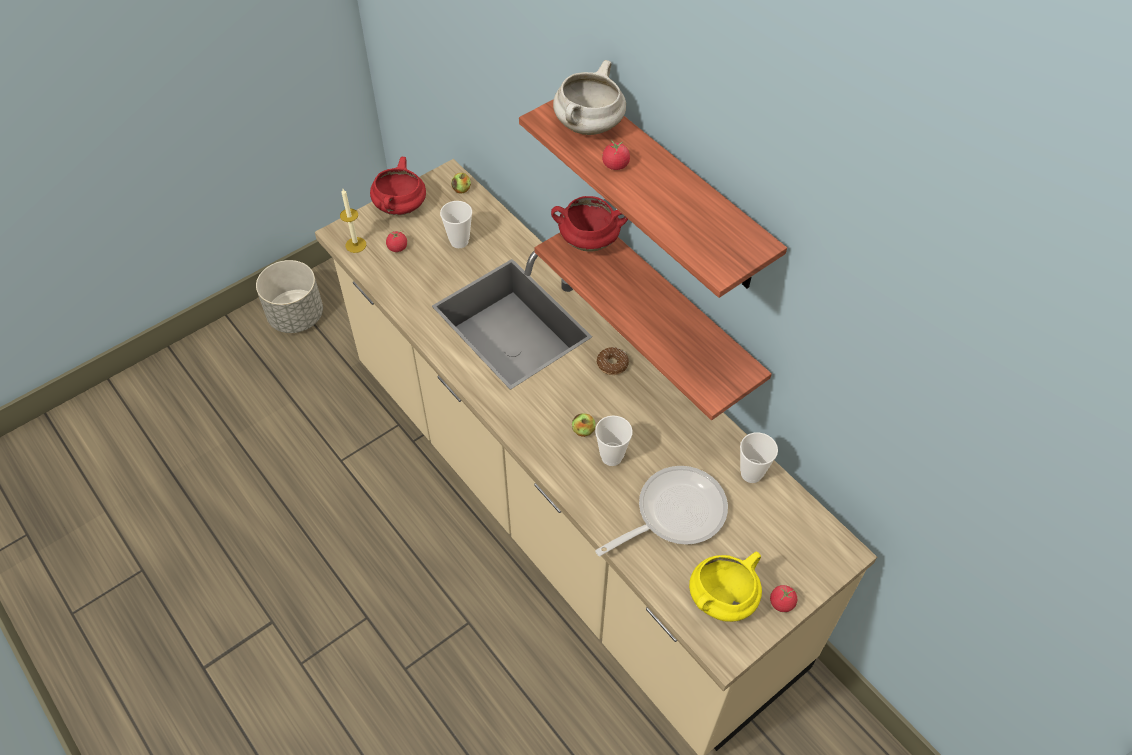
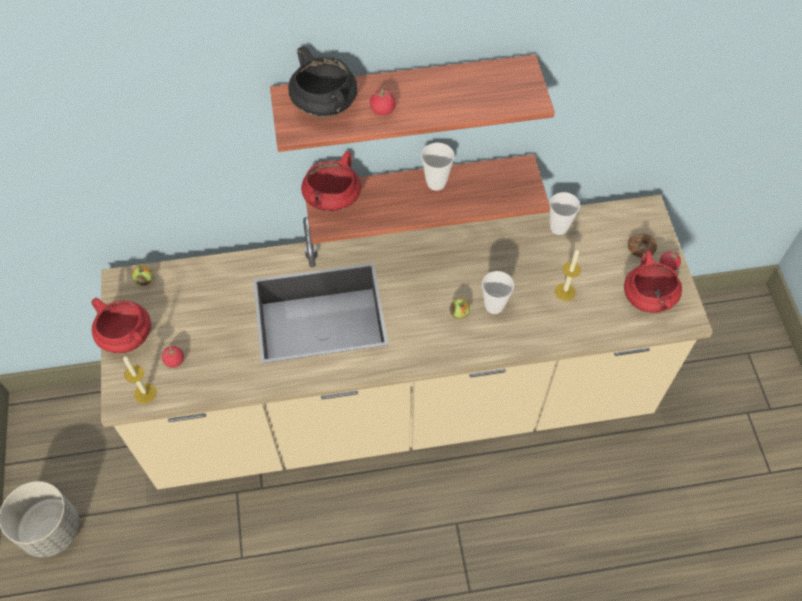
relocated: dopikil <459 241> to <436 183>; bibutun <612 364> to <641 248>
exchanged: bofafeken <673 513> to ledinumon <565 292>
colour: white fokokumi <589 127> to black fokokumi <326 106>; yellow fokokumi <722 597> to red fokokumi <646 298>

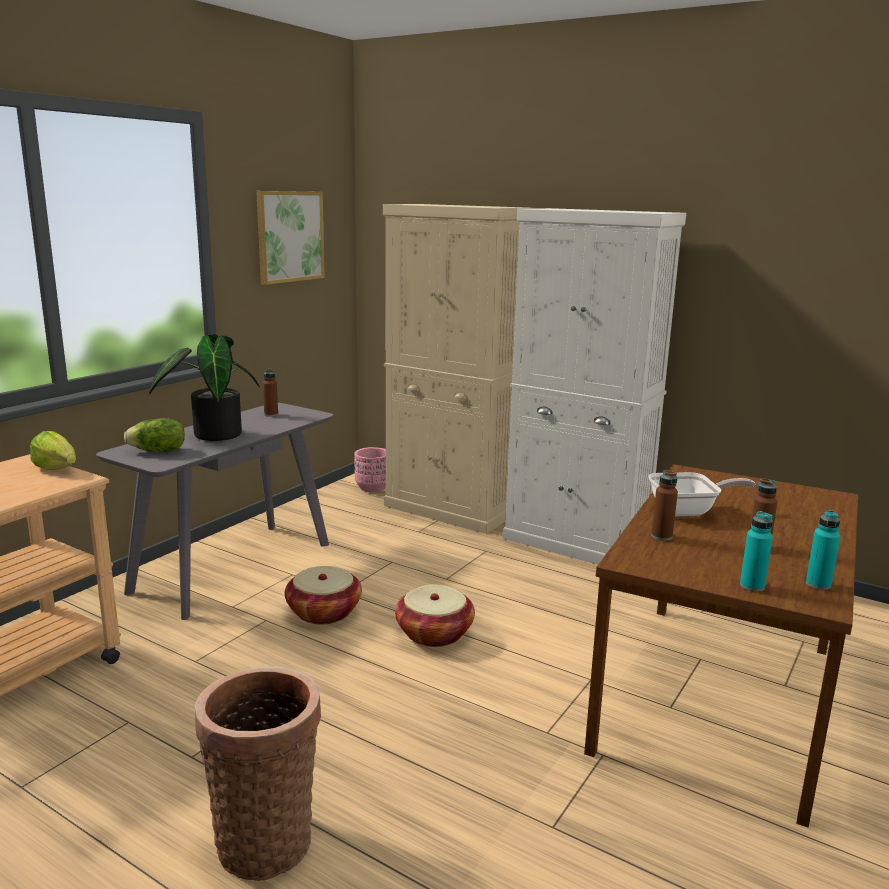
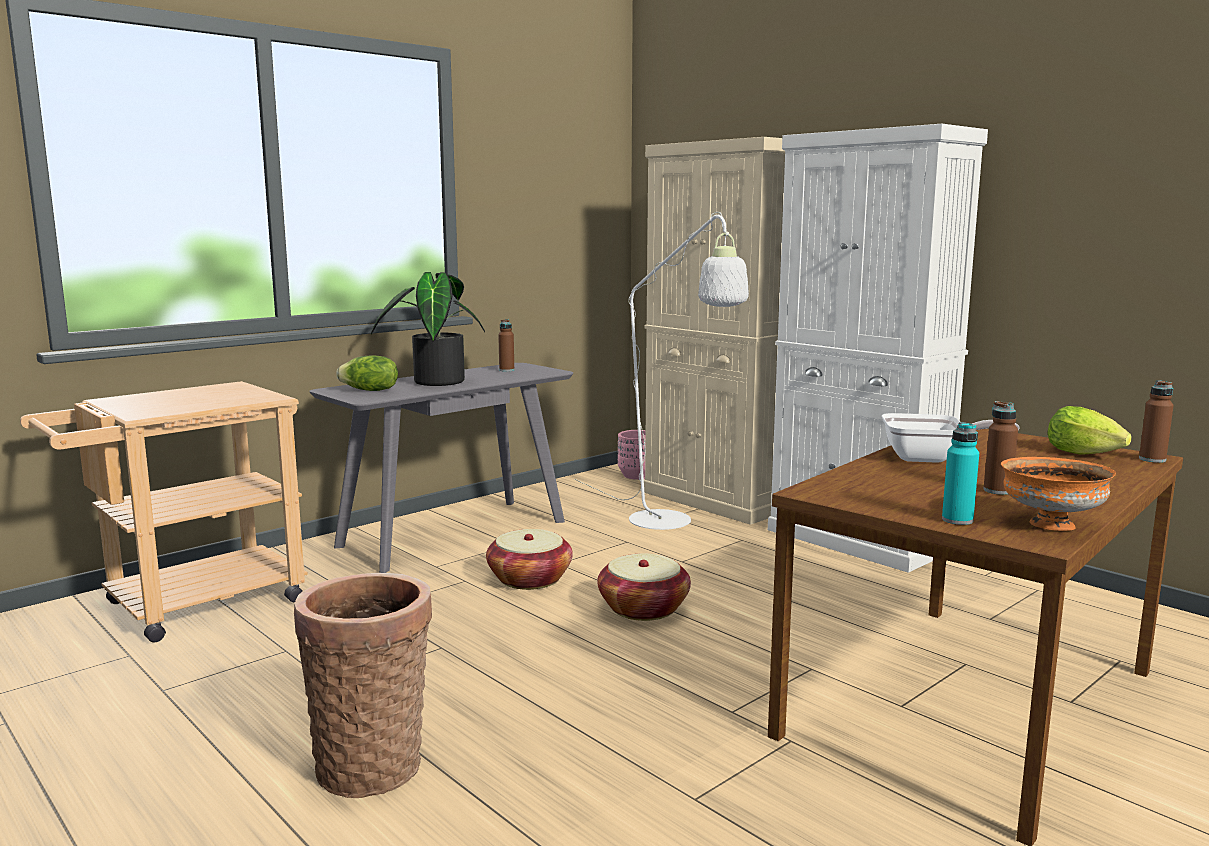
missing: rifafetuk <290 236>
appeared: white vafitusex <670 524>
relocated: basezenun <56 468> to <1082 453>; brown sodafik <661 536> to <1152 459>
exchanged: turquoise sodafik <818 584> to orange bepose <1050 525>

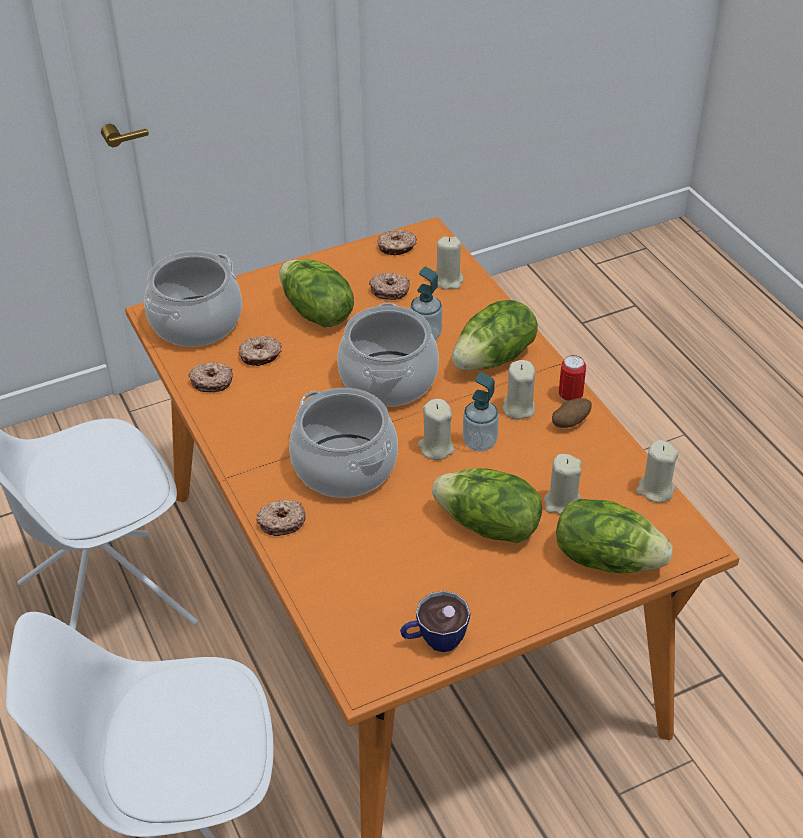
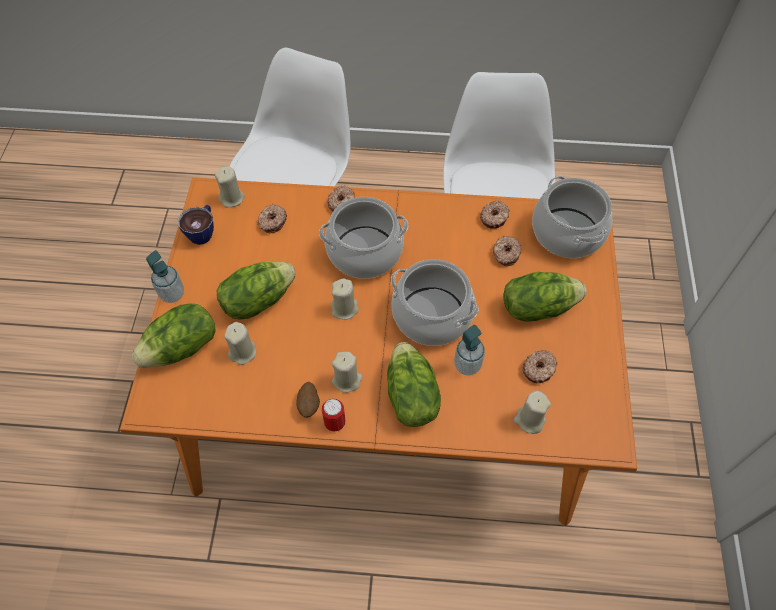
relocated: bibutun <397 247> to <272 222>; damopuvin <479 443> to <172 294>; beige ledinumon <655 490> to <232 198>

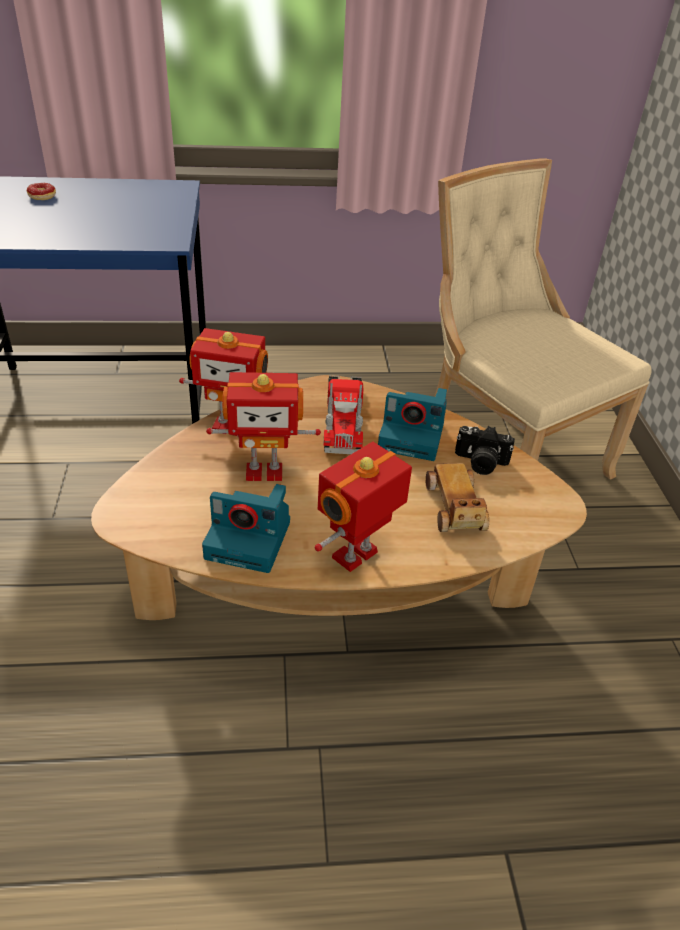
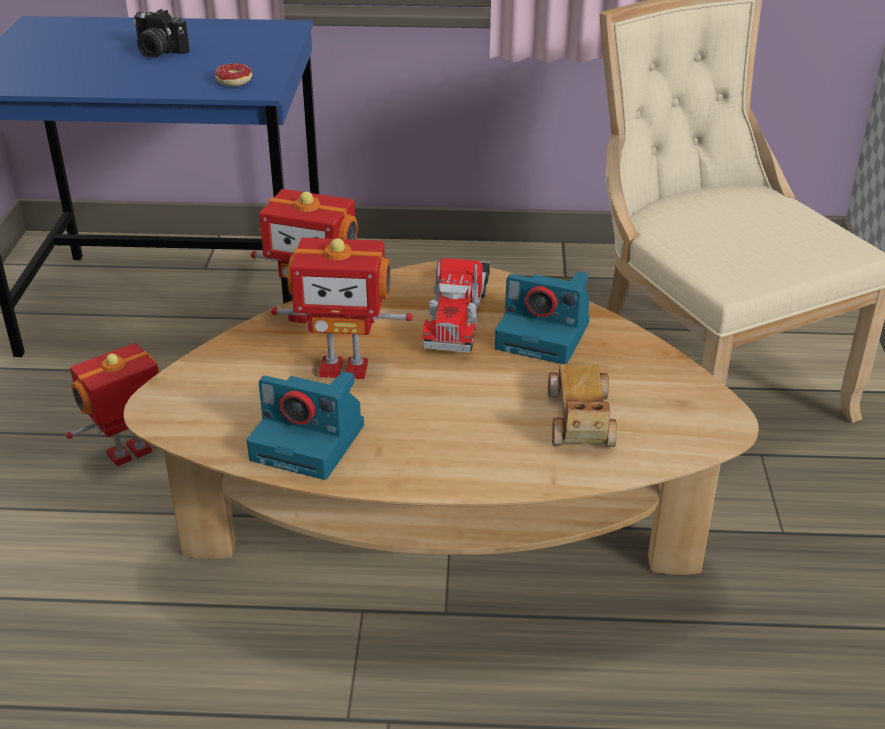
relocated: bibutun <38 198> to <229 83>; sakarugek <357 556> to <130 454>; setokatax <480 463> to <158 52>

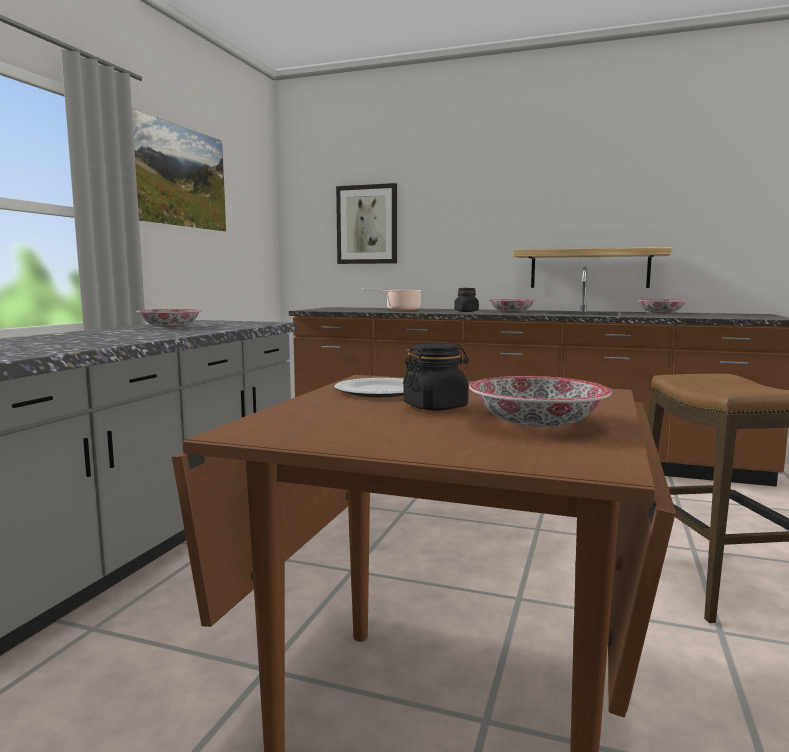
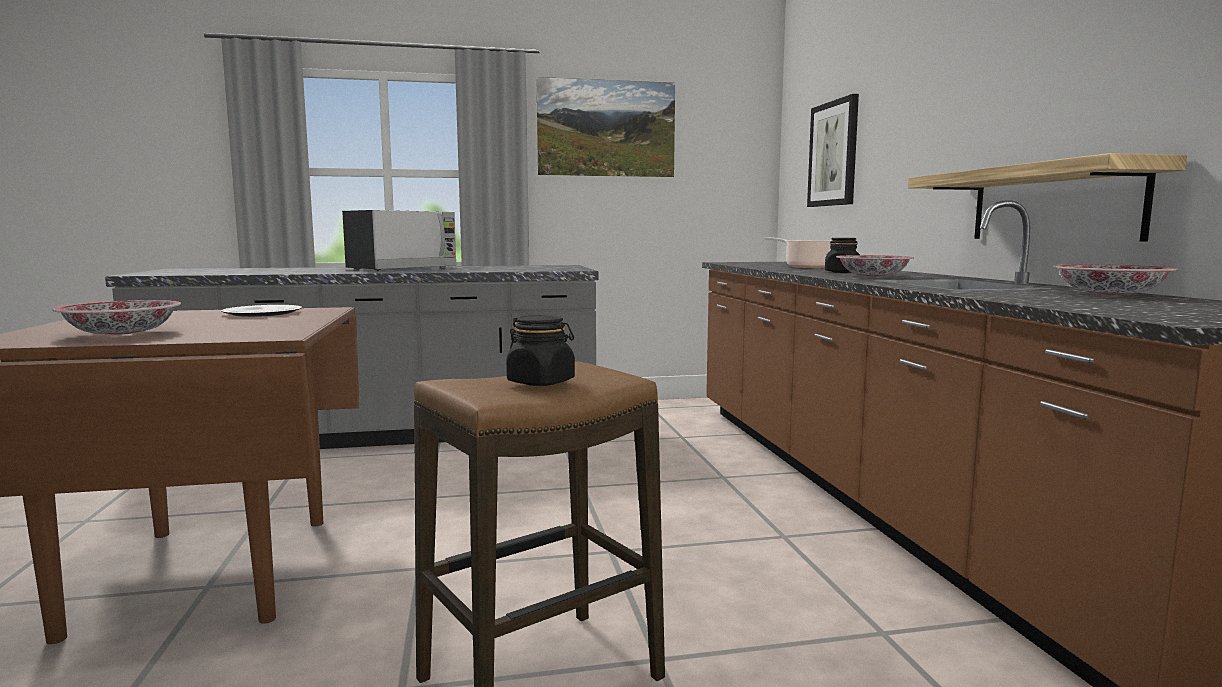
missing: bepose <170 327>
appeared: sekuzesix <403 268>
relocated: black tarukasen <435 407> to <541 382>

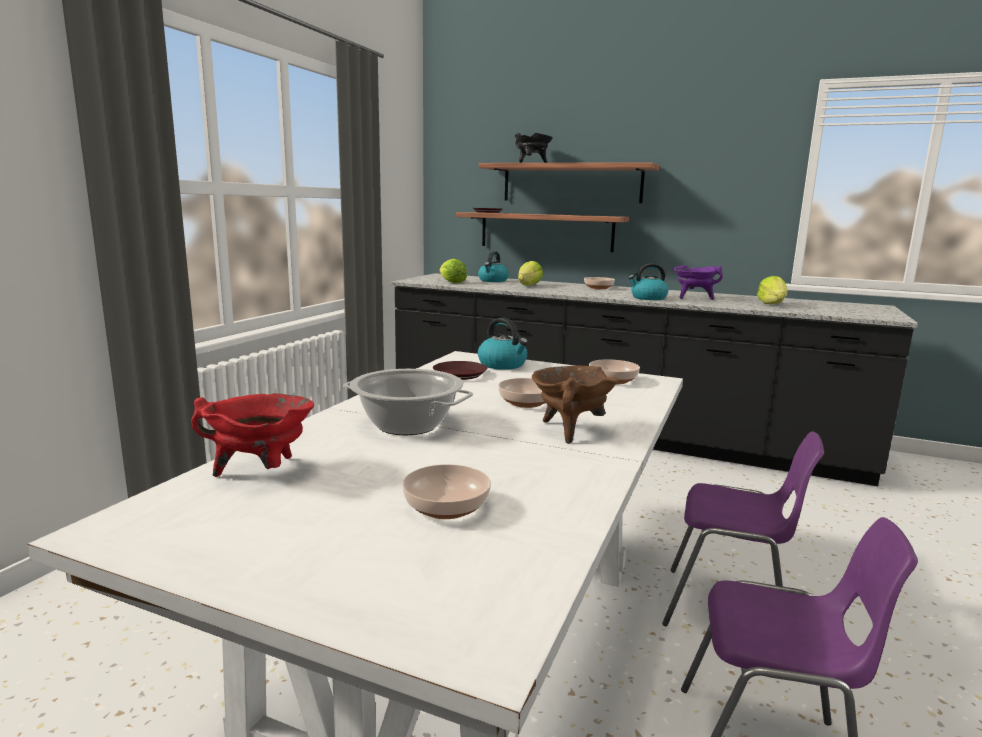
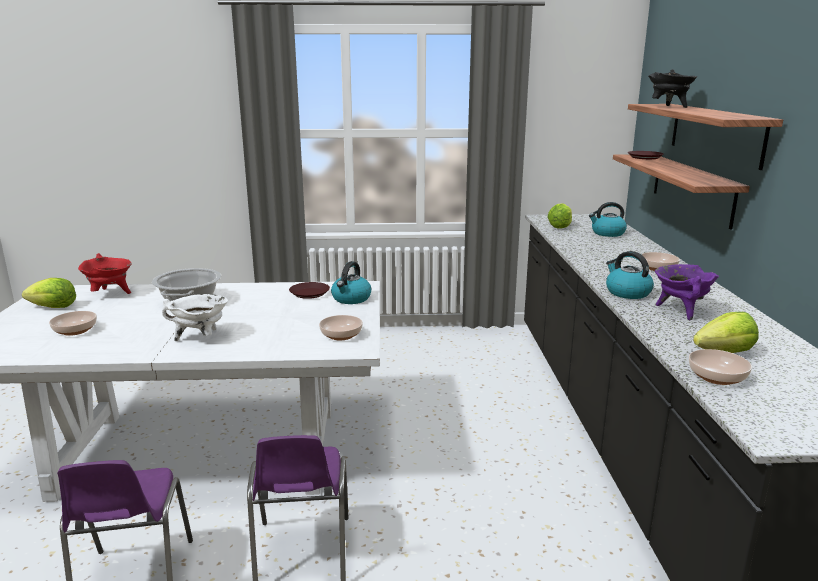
relocated: bepose <525 403> to <716 377>; basezenun <528 285> to <53 307>
colour: brown fokokumi <570 430> to white fokokumi <201 338>

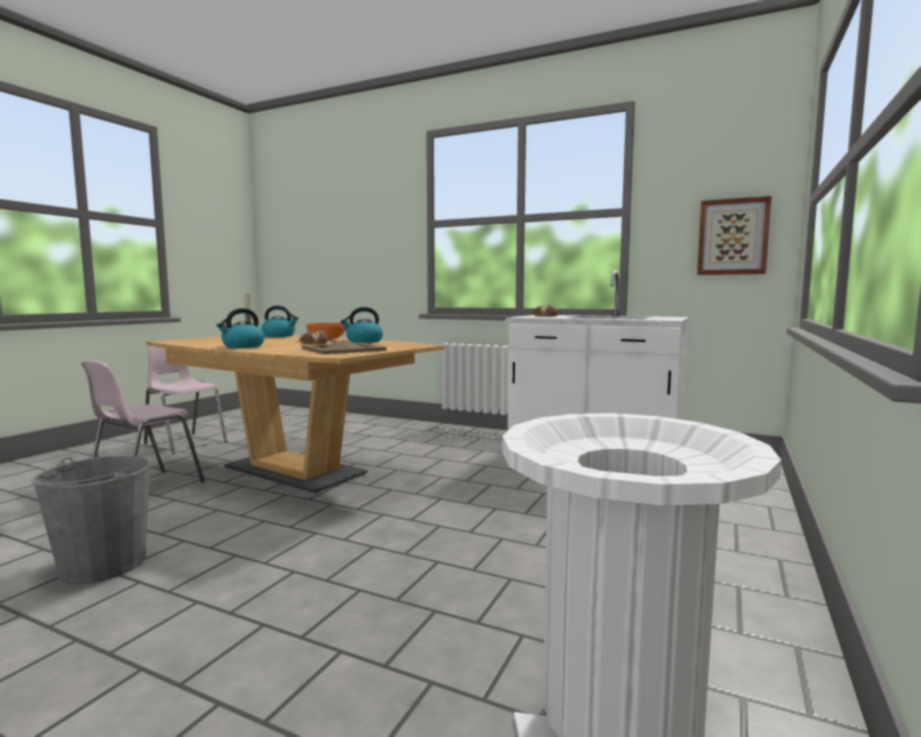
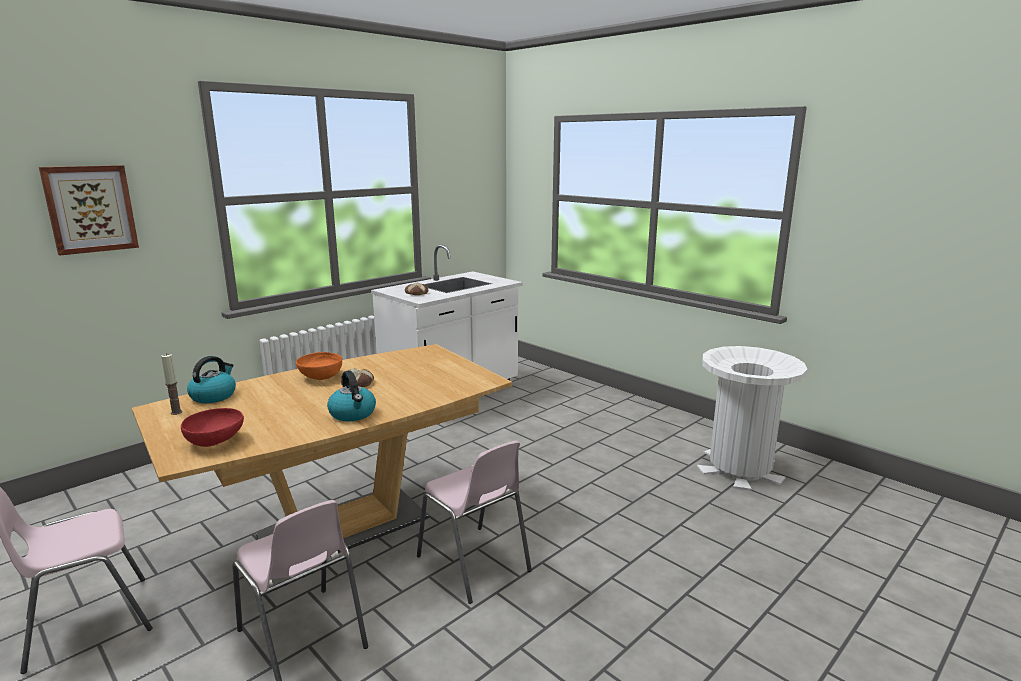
missing: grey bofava <102 564>; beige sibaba <343 349>; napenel <363 341>
appeared: red bepose <216 441>; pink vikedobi <474 564>
relocated: rifafetuk <732 237> to <90 209>

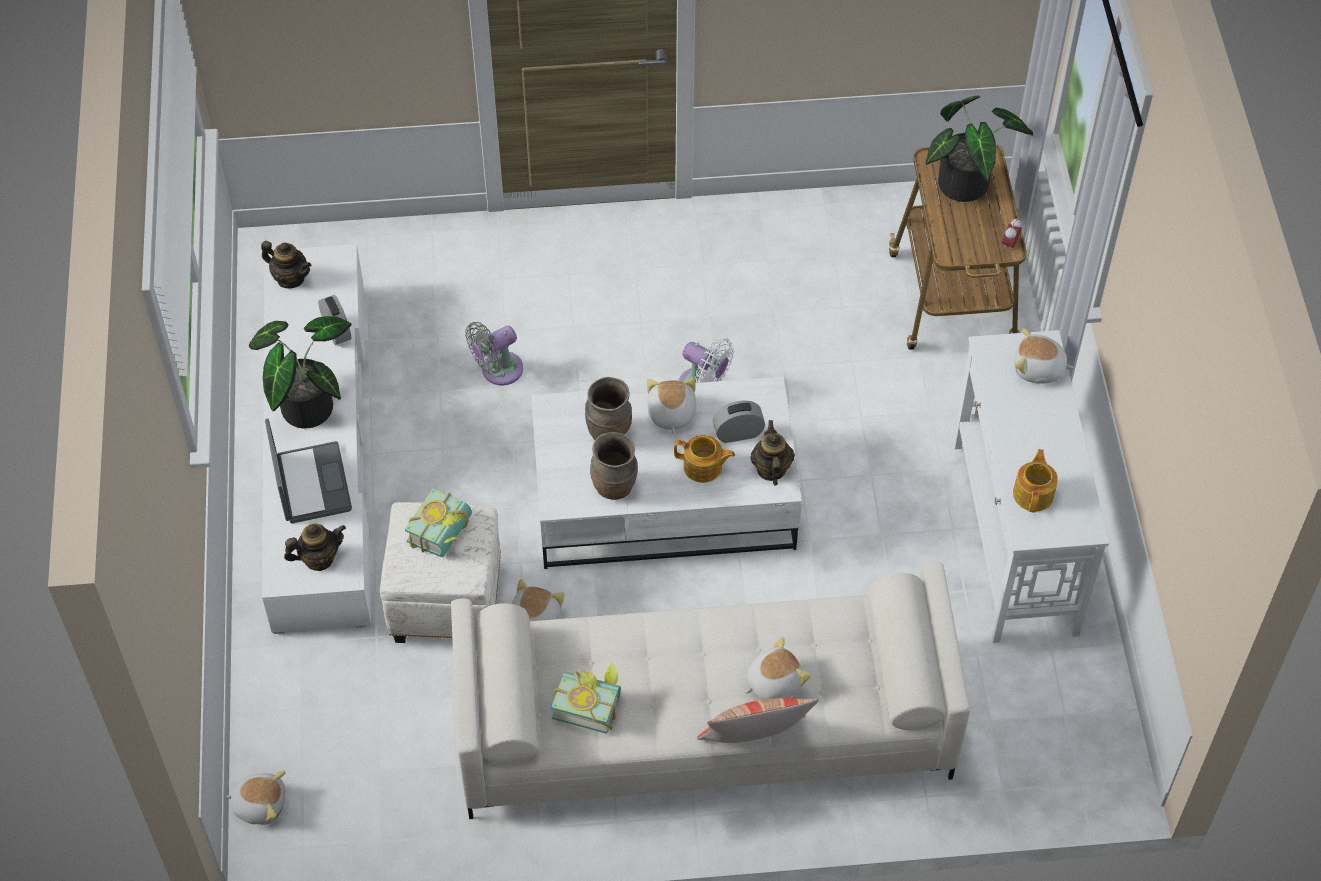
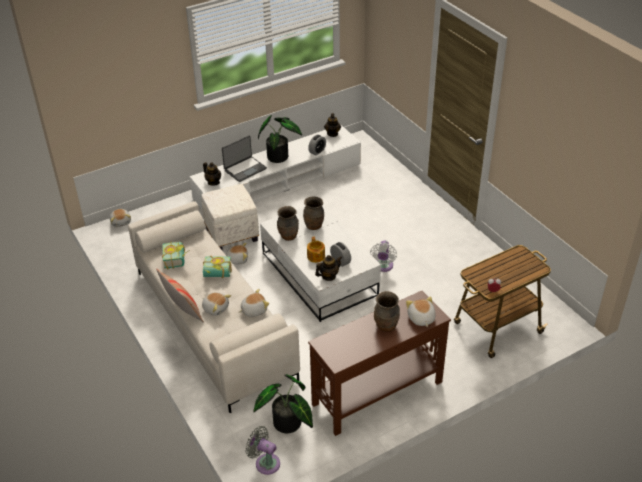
missing: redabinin <1034 494>
appeared: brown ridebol <386 326>
relocated: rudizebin <445 534> to <217 275>; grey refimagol <498 371> to <265 462>; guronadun <670 414> to <253 310>; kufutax <969 185> to <288 425>
colour: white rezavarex <1013 536> to brown rezavarex <376 393>

